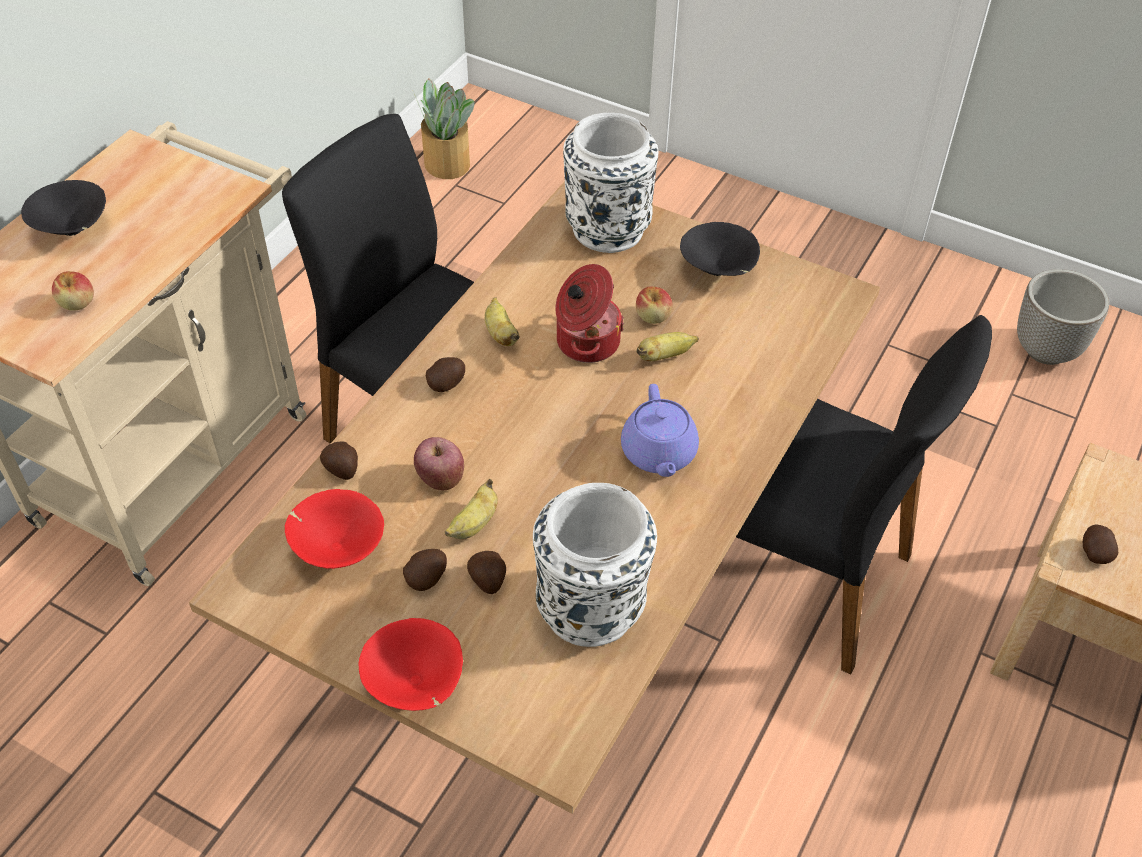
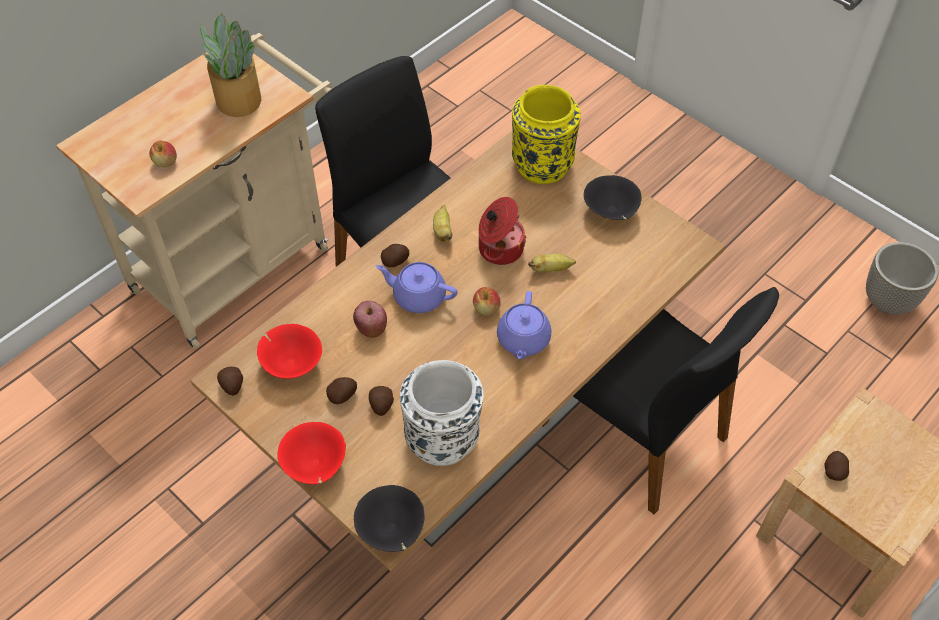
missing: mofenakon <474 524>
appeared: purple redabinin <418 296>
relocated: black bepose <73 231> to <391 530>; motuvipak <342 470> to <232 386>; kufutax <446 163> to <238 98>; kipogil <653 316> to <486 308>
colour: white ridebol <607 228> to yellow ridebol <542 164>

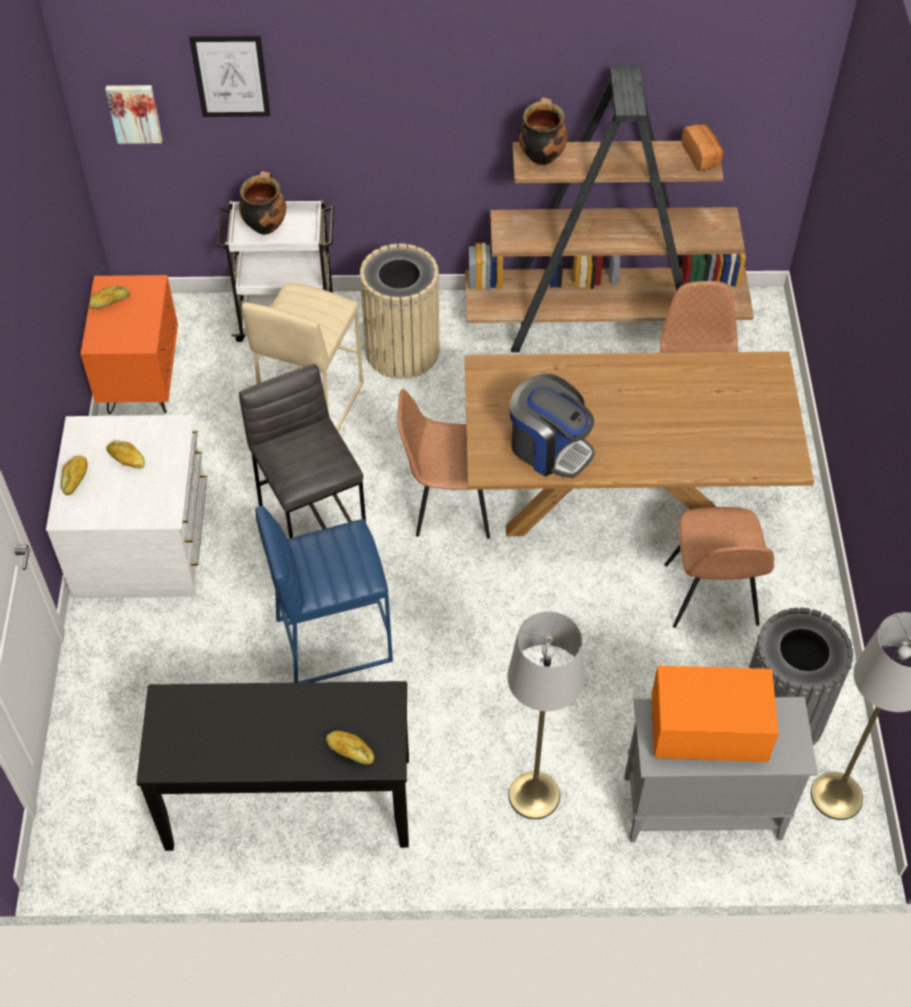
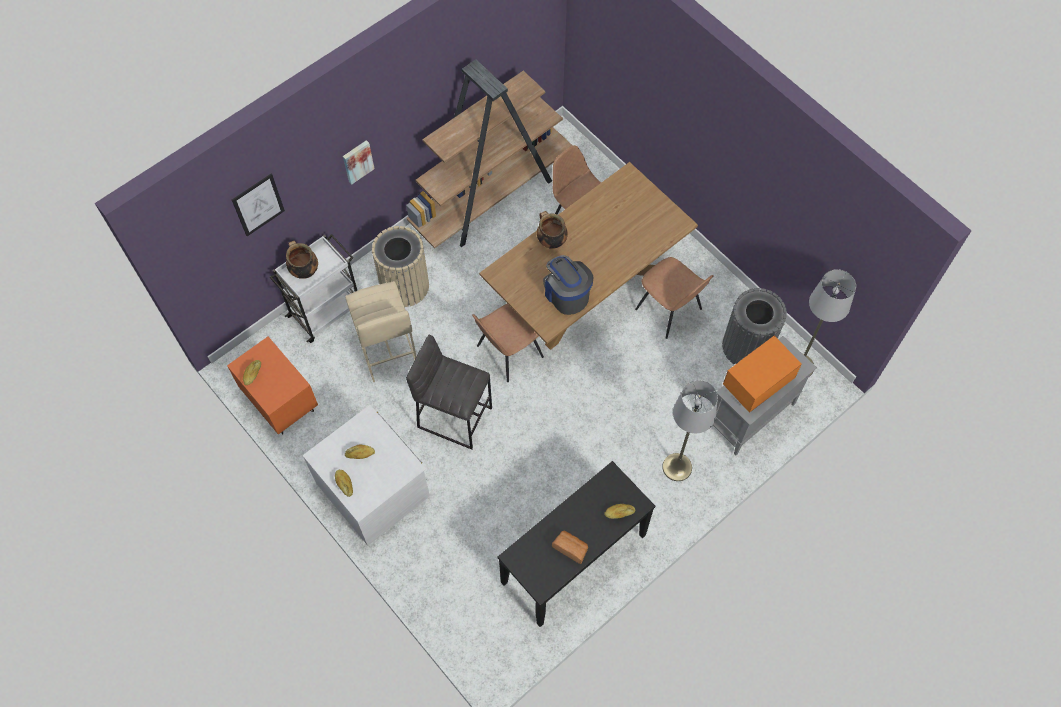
missing: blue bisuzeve <332 639>
relocated: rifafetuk <134 112> to <357 161>; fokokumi <541 155> to <551 241>; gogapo <701 156> to <571 548>
spun: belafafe <549 448> = <566 294> 120 degrees counterclockwise

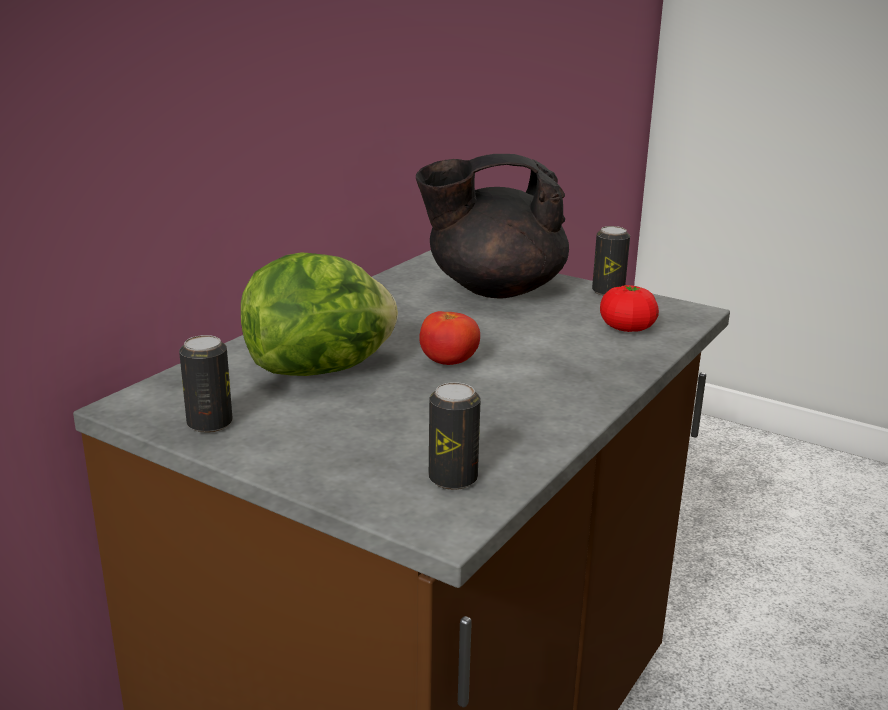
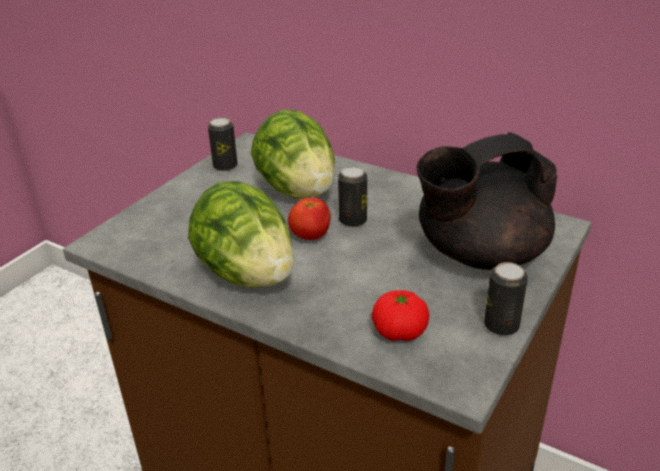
appeared: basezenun <247 274>
relocated: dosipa <453 479> to <353 220>
spun: black redabinin <493 289> = <479 254> 105 degrees counterclockwise

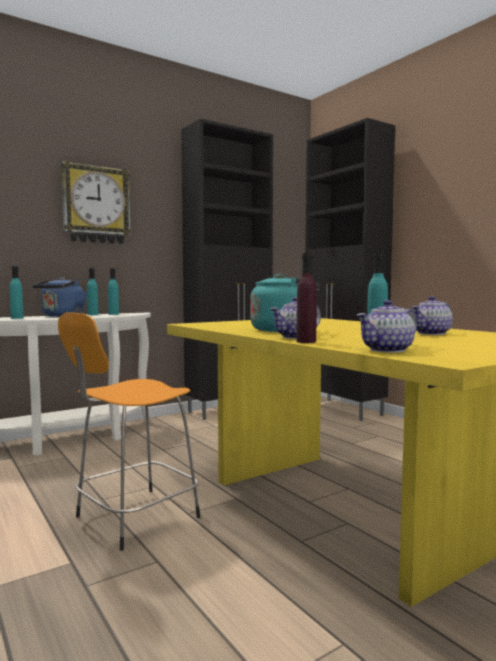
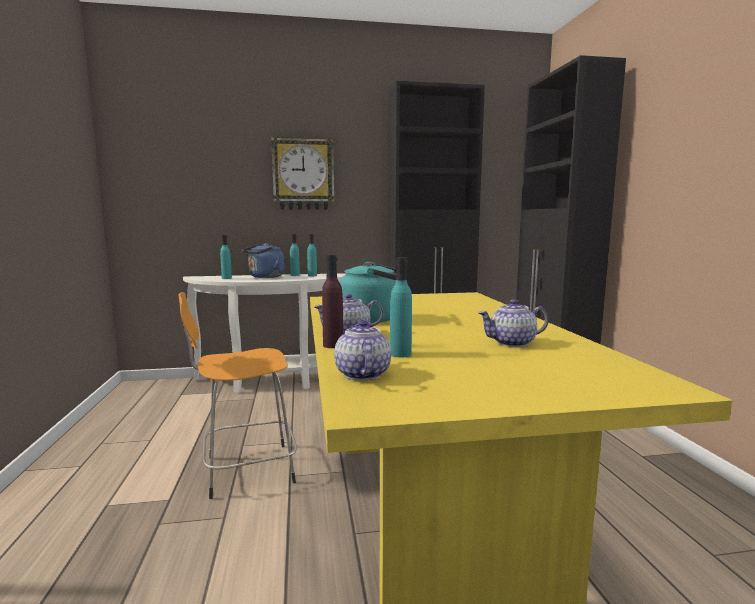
spun: redabinin <387 350> = <361 374> 90 degrees clockwise

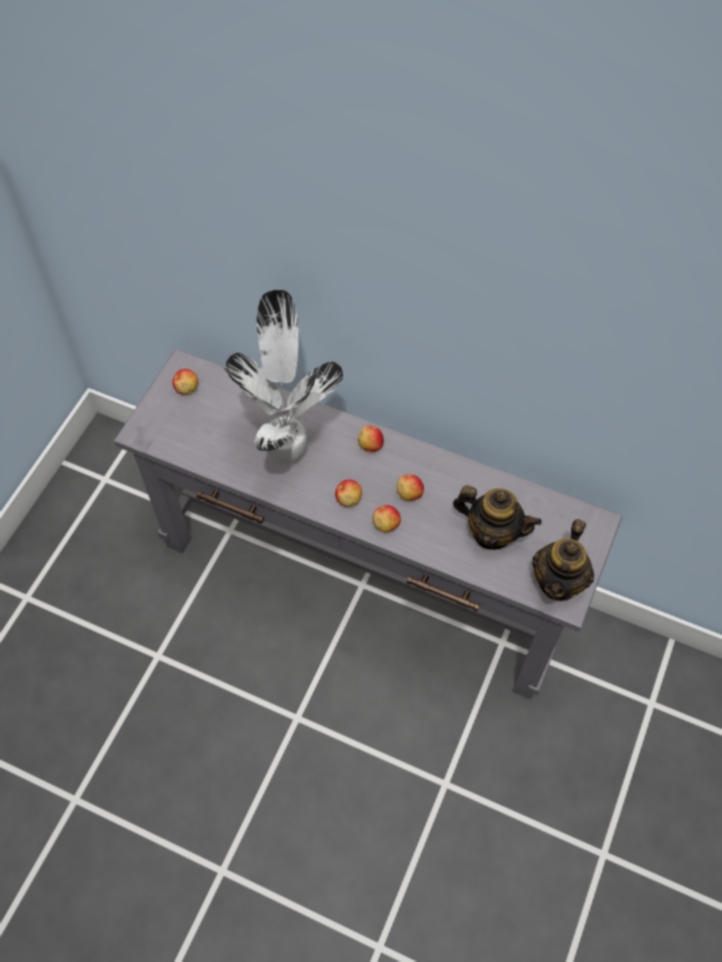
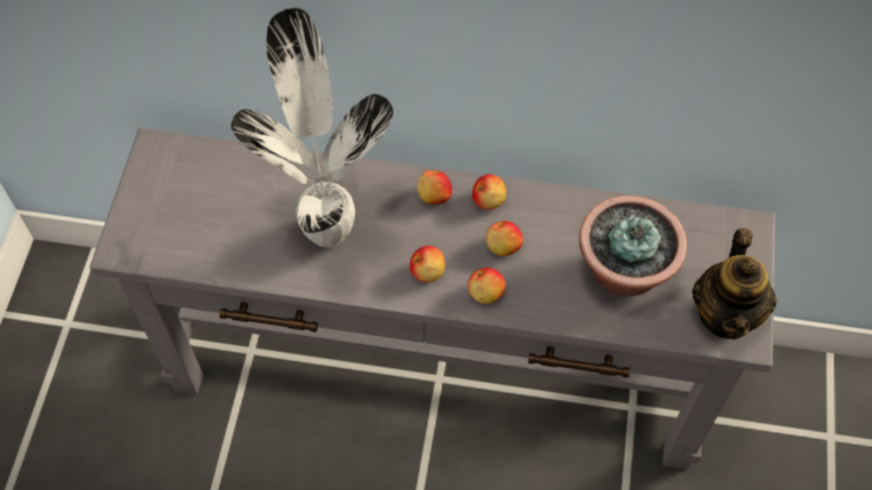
relocated: kipogil <187 388> to <488 200>
exchanged: redabinin <492 532> to kufutax <623 271>

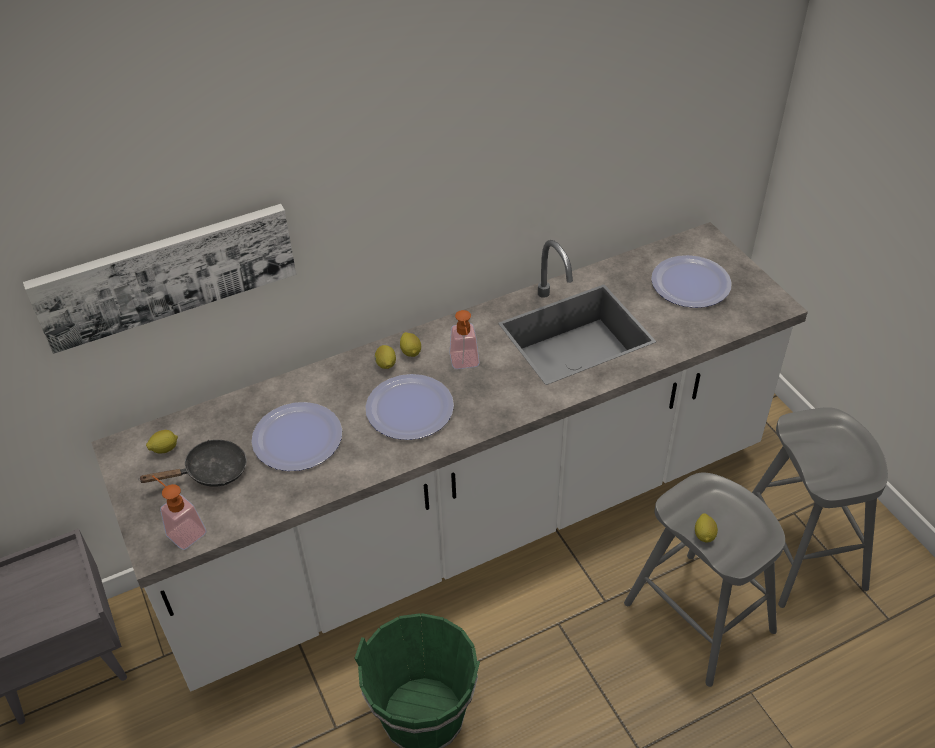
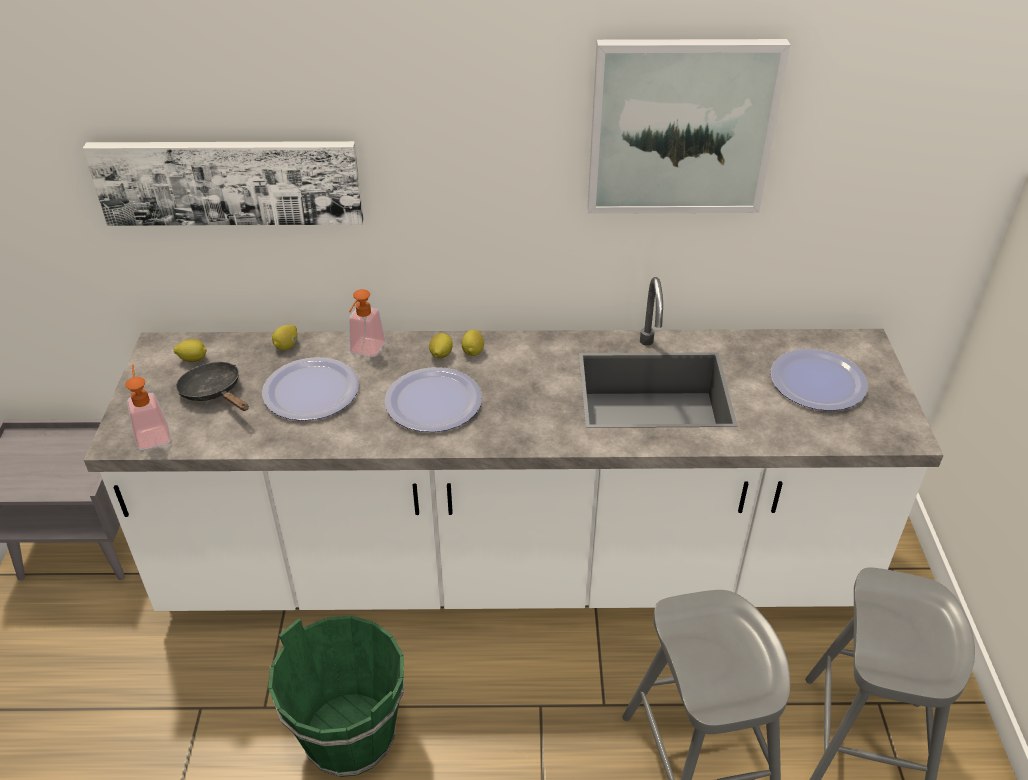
appeared: rifafetuk <681 127>
relocated: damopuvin <465 364> to <365 351>; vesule <704 535> to <287 346>
spun: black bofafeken <210 472> = <214 392> 135 degrees counterclockwise

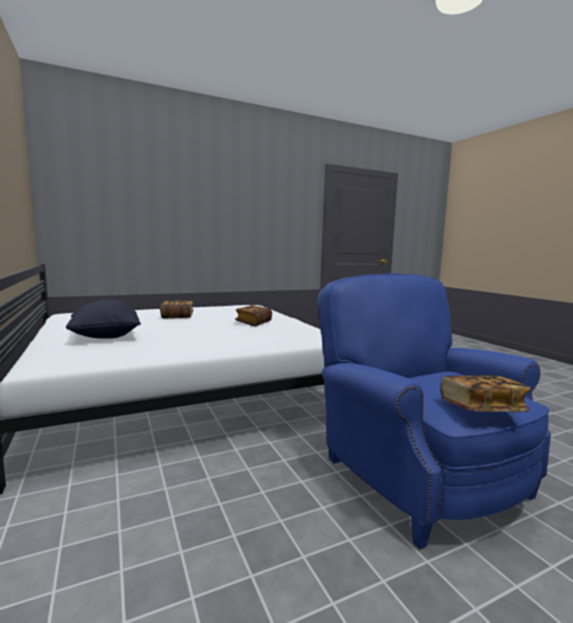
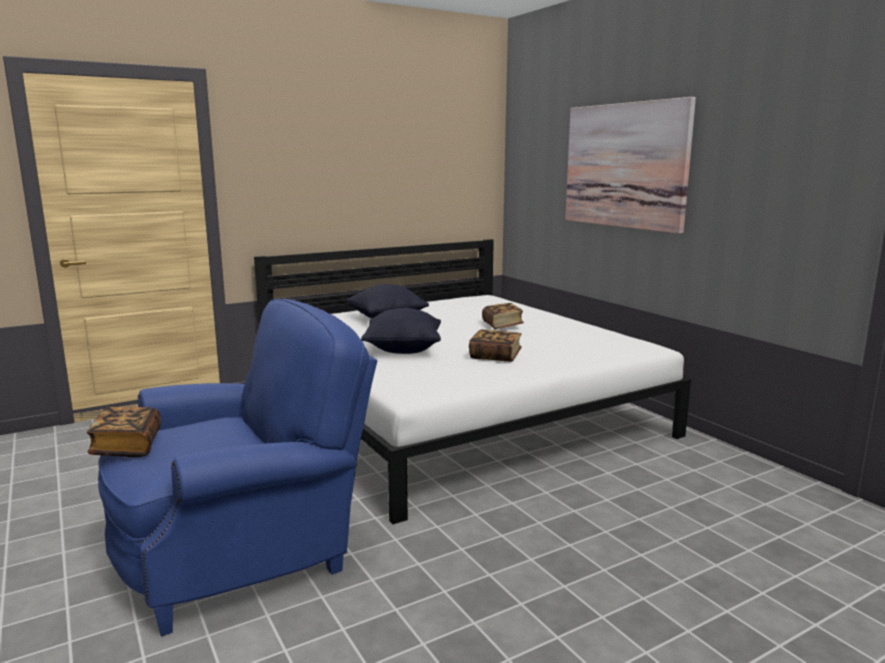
appeared: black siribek <403 350>; rifafetuk <625 165>

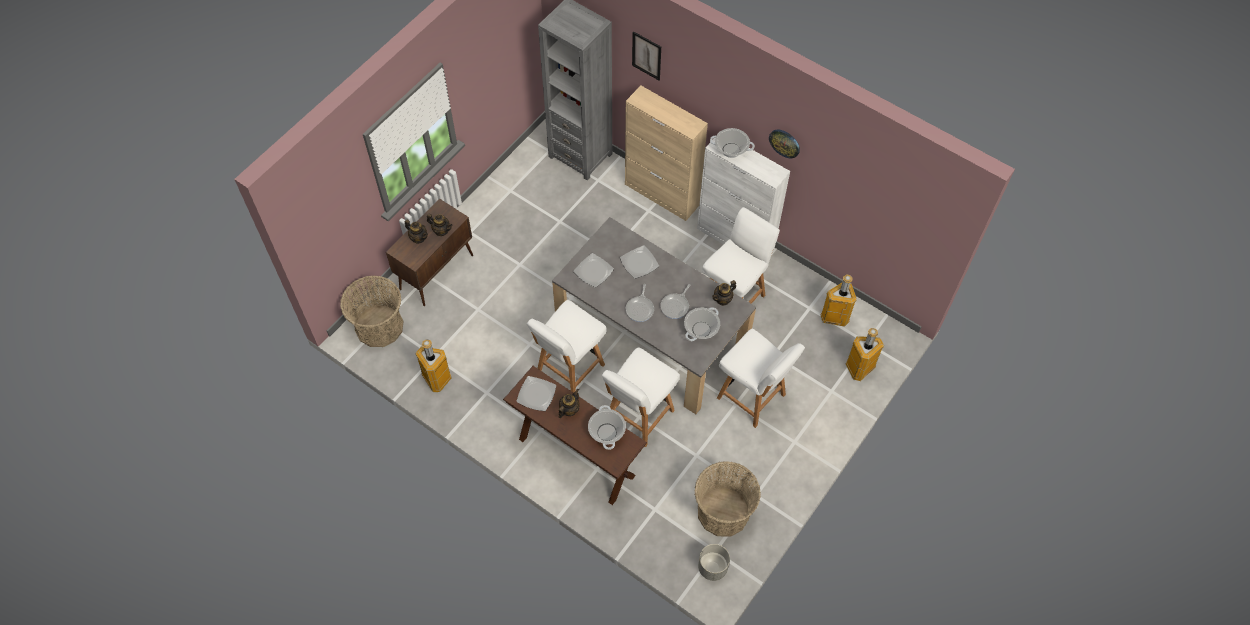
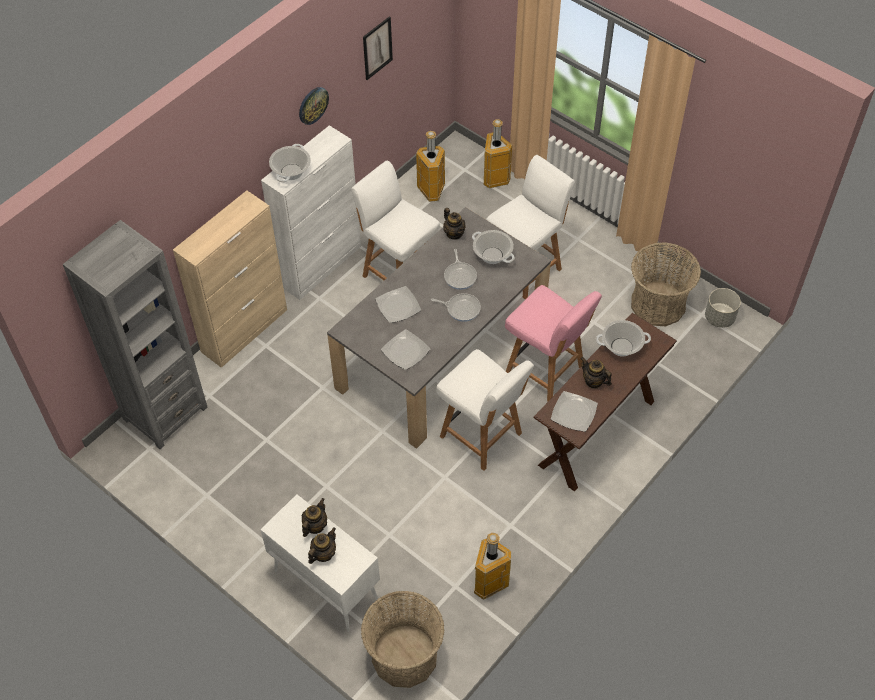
relocated: rifafetuk <646 55> to <377 48>
colour: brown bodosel <437 271> to white bodosel <325 584>; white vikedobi <638 416> to pink vikedobi <546 371>
spun: bofafeken <675 306> = <460 276> 45 degrees clockwise

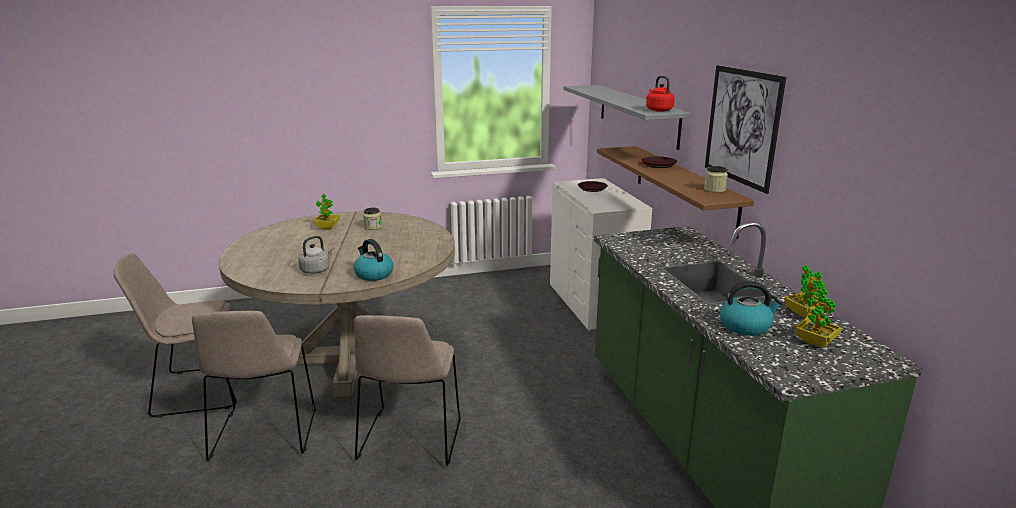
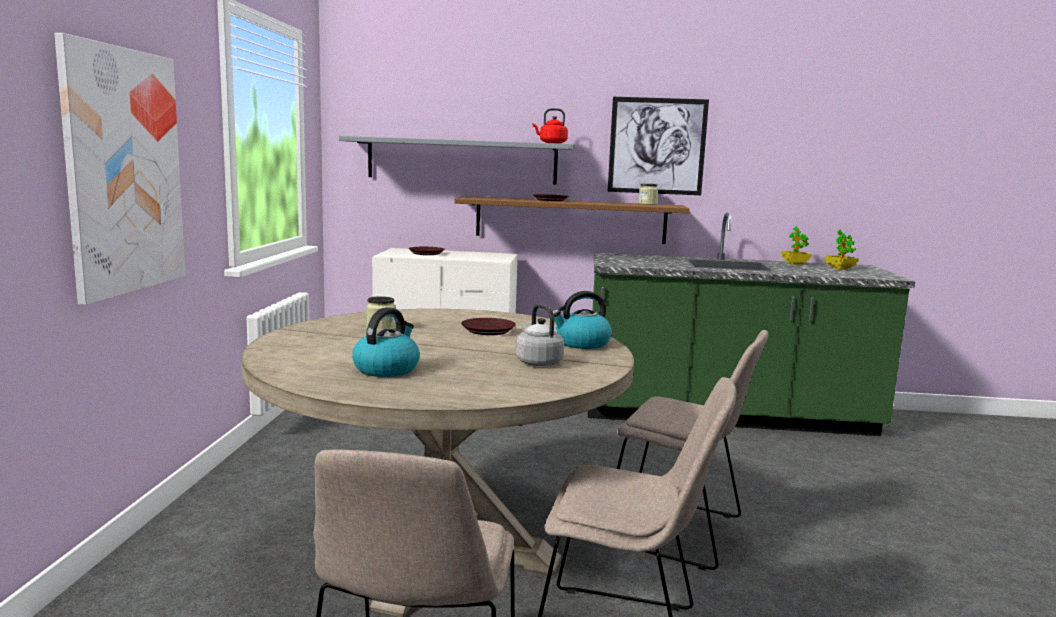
missing: kufutax <327 227>
appeared: rifafetuk <123 171>; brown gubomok <488 330>
relocated: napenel <746 326> to <386 369>

